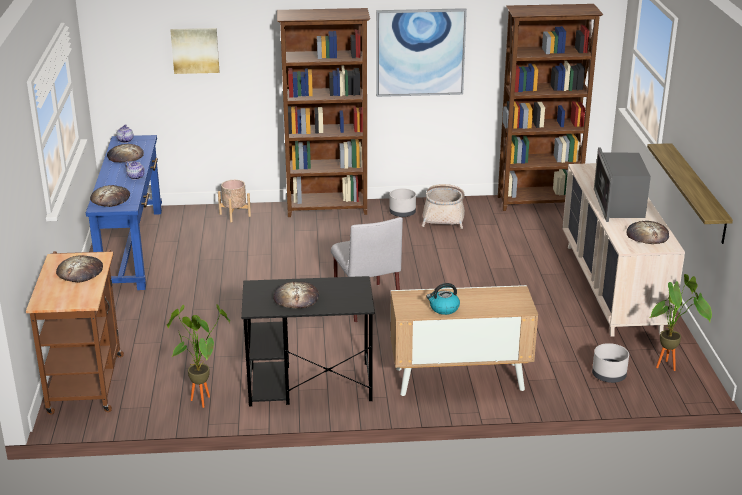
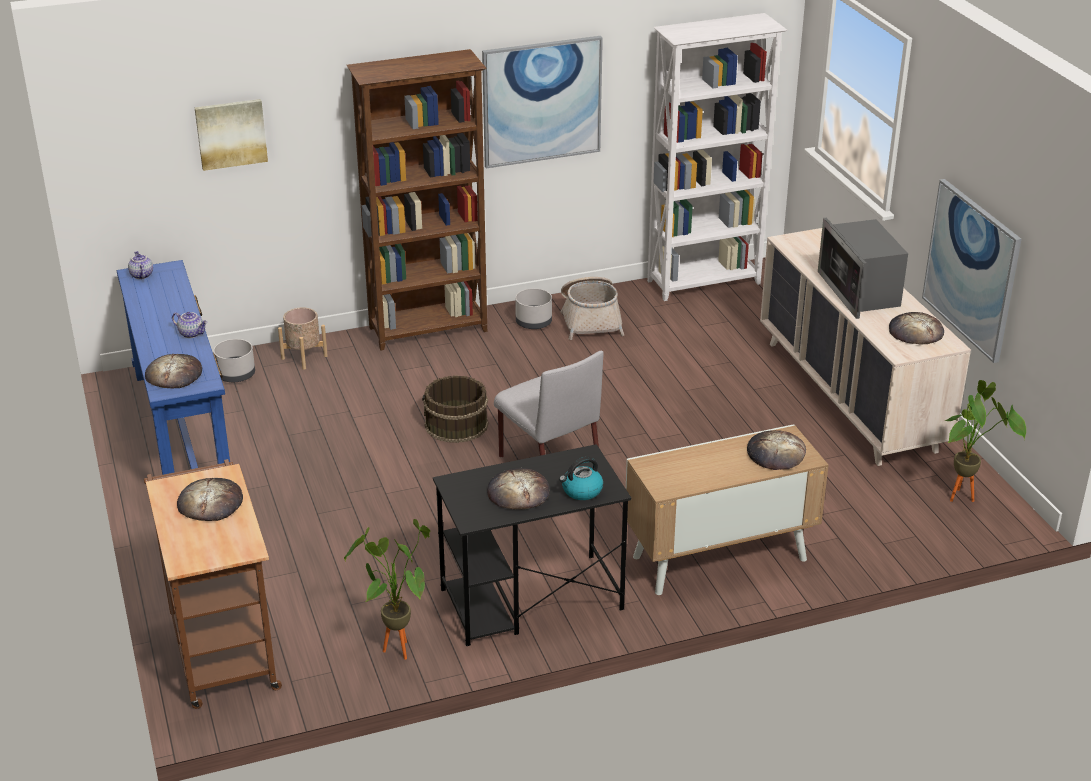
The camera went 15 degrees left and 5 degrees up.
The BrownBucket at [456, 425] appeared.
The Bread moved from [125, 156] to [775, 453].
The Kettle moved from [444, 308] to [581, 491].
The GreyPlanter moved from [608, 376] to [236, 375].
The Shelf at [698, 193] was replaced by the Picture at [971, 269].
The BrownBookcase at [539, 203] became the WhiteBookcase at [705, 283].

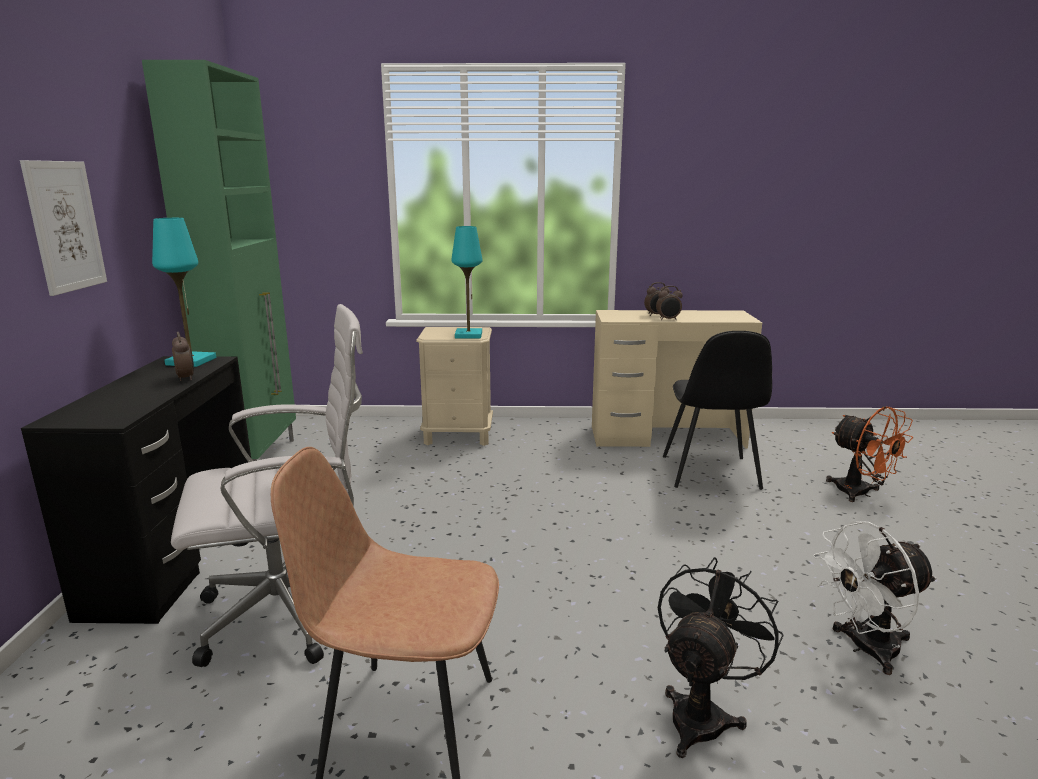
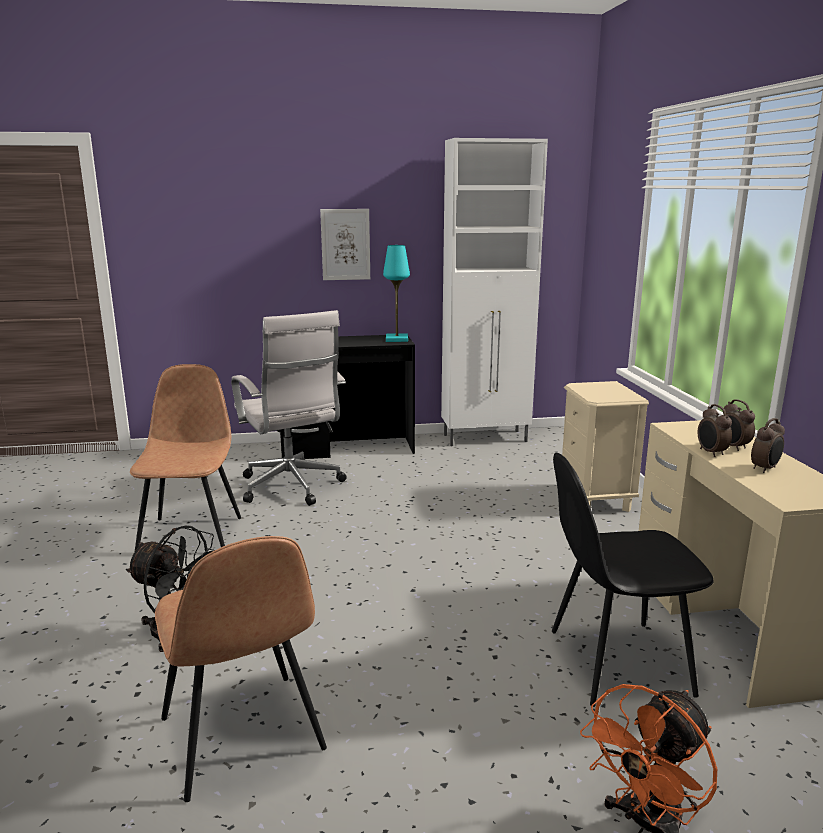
The camera went 80 degrees right and 0 degrees up.
The TurquoiseTableLamp at [468, 335] disappeared.
The AlarmClock moved from [186, 378] to [765, 469].
The WhiteFan at [864, 649] was replaced by the BrownChair at [242, 737].
The GreenCabinet at [258, 458] became the WhiteCabinet at [486, 438].

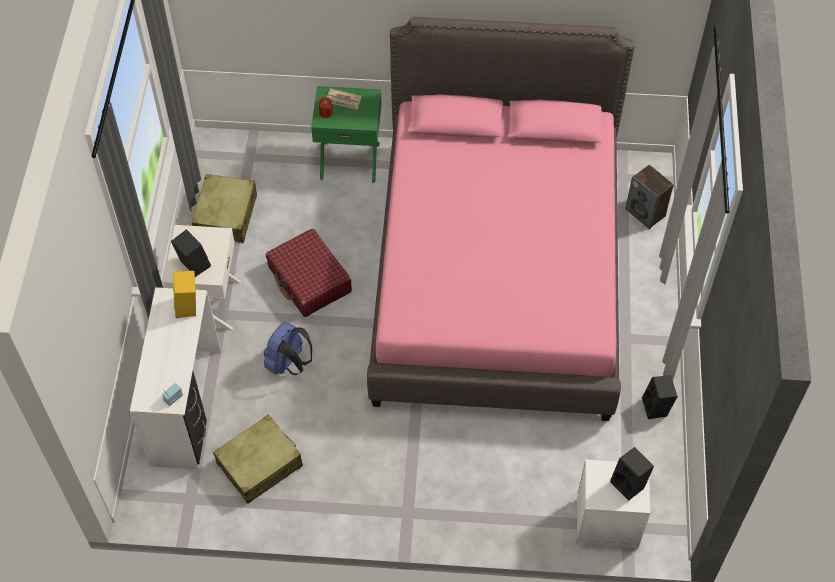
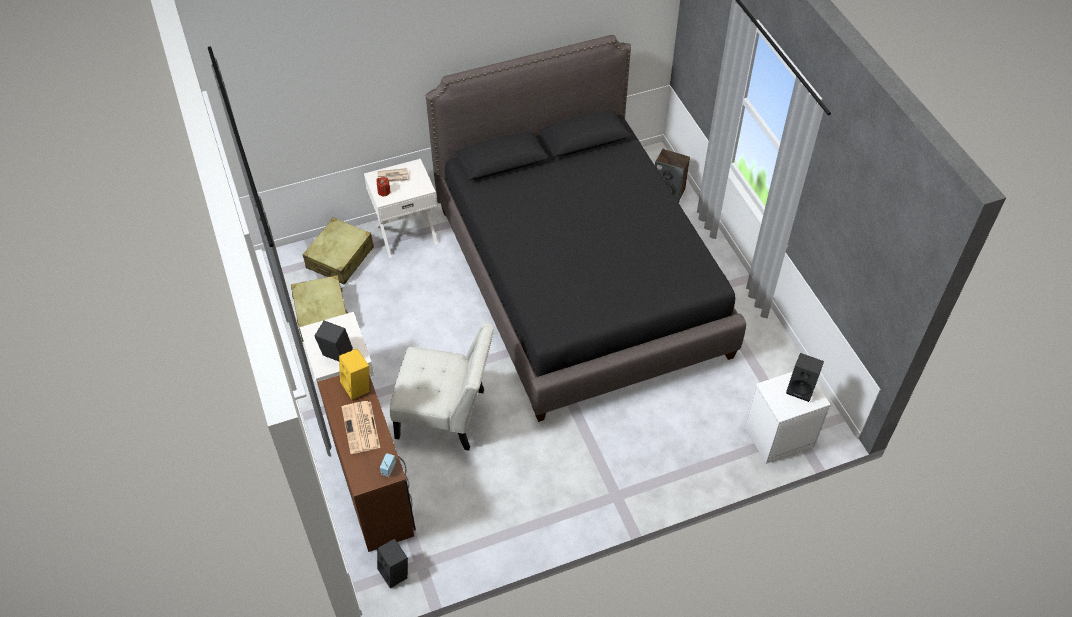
The camera went 25 degrees left and 5 degrees down.
The RedSuitcase at [309, 280] disappeared.
The Newspaper at [361, 428] appeared.
The BeigeSuitcase moved from [260, 465] to [340, 258].
The BlackSpeaker moved from [657, 408] to [395, 573].
The BlueBackpack at [289, 364] was replaced by the WhiteChair at [446, 415].
The WhiteDesk at [187, 407] became the BrownDesk at [375, 487].
The GreenNightstand at [350, 160] became the WhiteNightstand at [406, 233].
The PinkBed at [497, 274] became the BlackBed at [580, 279].

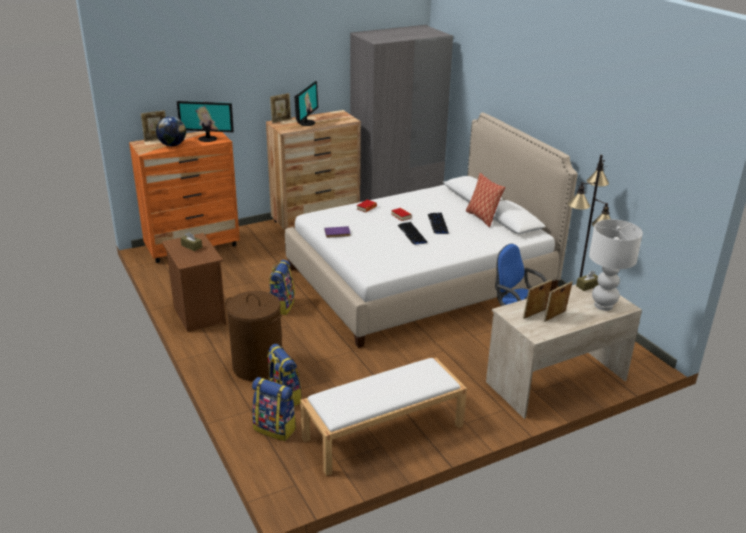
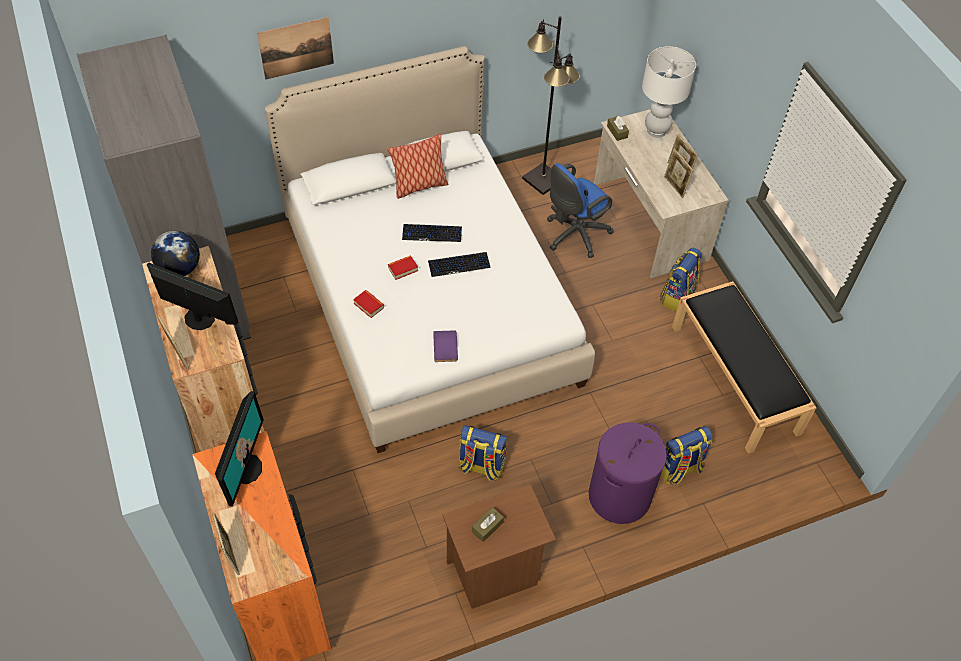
The camera went 85 degrees left and 25 degrees up.
The Picture at [296, 48] appeared.
The Globe moved from [172, 145] to [180, 268].
The Backpack moved from [275, 428] to [677, 296].
The BrownLaundryBasket at [257, 366] became the PurpleLaundryBasket at [619, 496].
The WhiteBench at [383, 432] became the BlackBench at [735, 379].

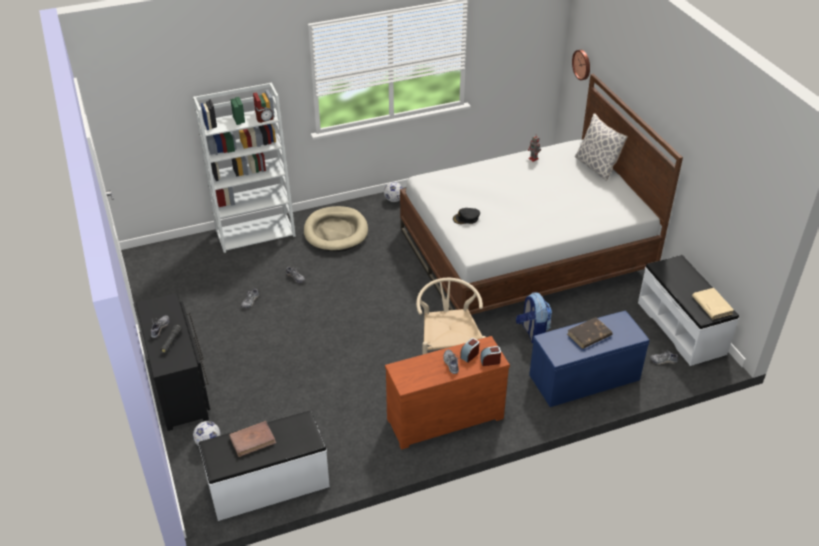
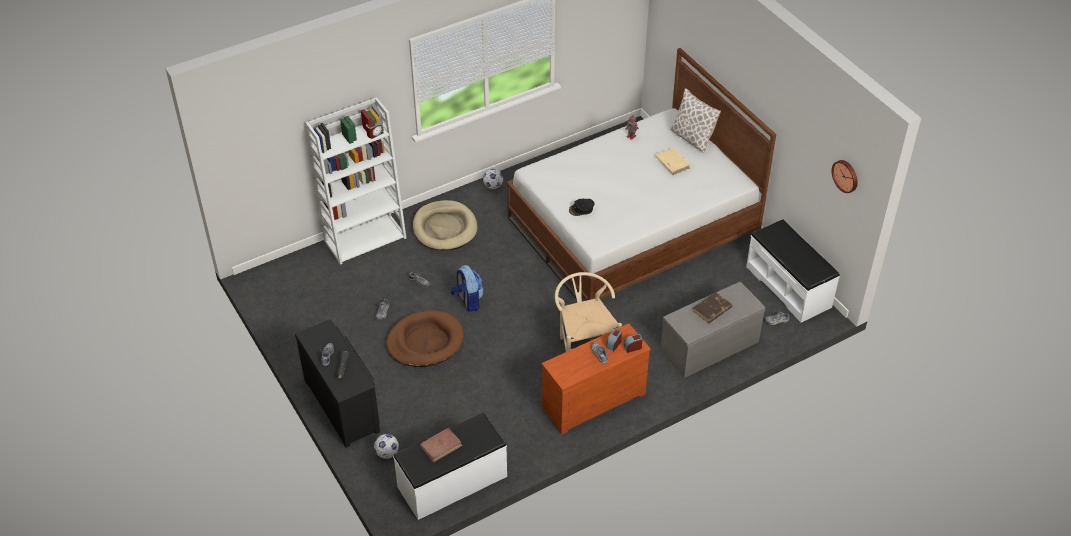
The camera went 10 degrees left and 5 degrees up.
The BrownDogBed at [425, 341] appeared.
The Backpack moved from [532, 332] to [468, 301].
The WallClock moved from [582, 64] to [846, 175].
The BeigeBook moved from [711, 305] to [672, 162].
The BlueBench at [584, 378] became the GreyBench at [709, 347].

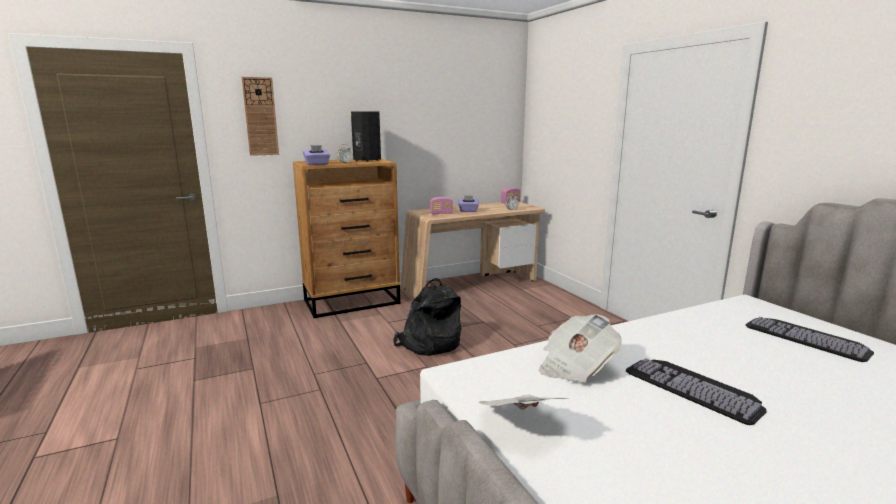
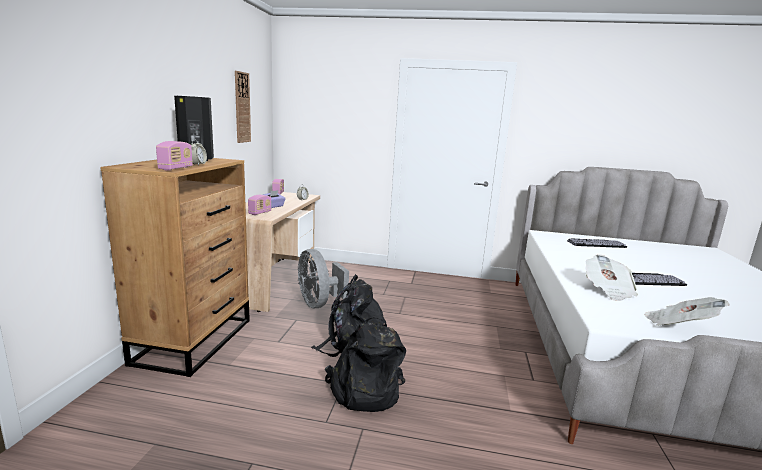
The camera went 55 degrees left and 0 degrees up.
The GreyFan at [319, 303] appeared.
The BlackBackpack at [364, 391] appeared.
The WallClock moved from [260, 116] to [242, 107].
The PurpleTissueBox at [317, 164] was replaced by the Radio at [176, 168].

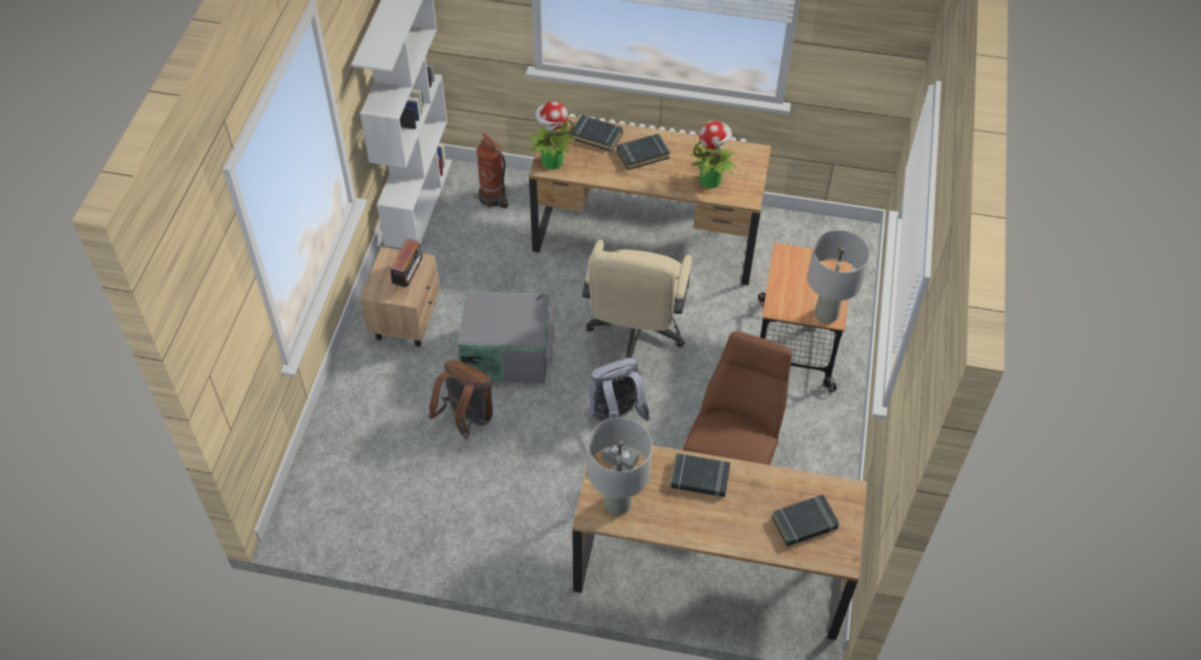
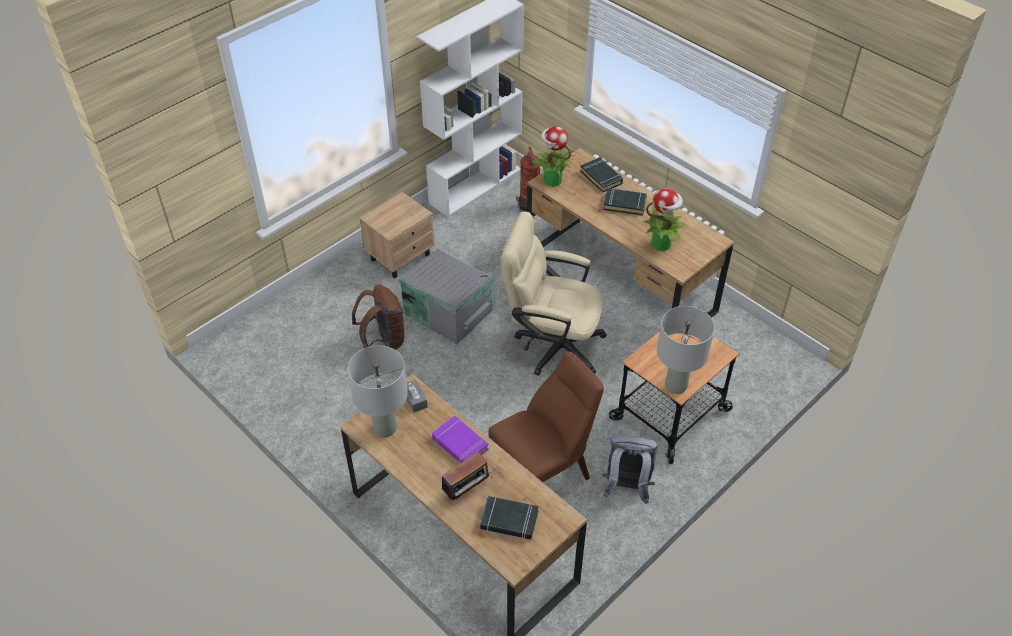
The camera went 35 degrees right and 5 degrees down.
The Radio moved from [409, 277] to [467, 490].
The GreyBackpack moved from [616, 416] to [626, 488].
The BlackBook at [699, 478] became the PurpleBook at [459, 444].
The BeigeOfficeChair at [635, 334] turned 60 degrees clockwise.

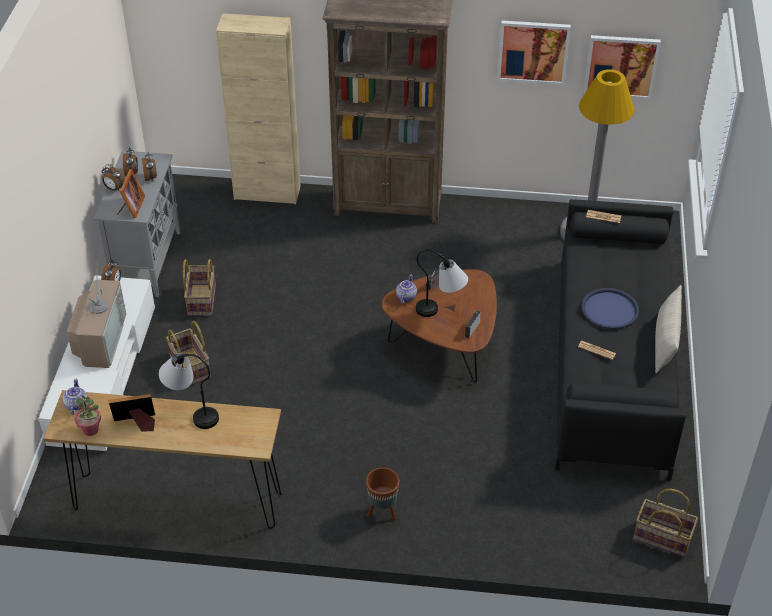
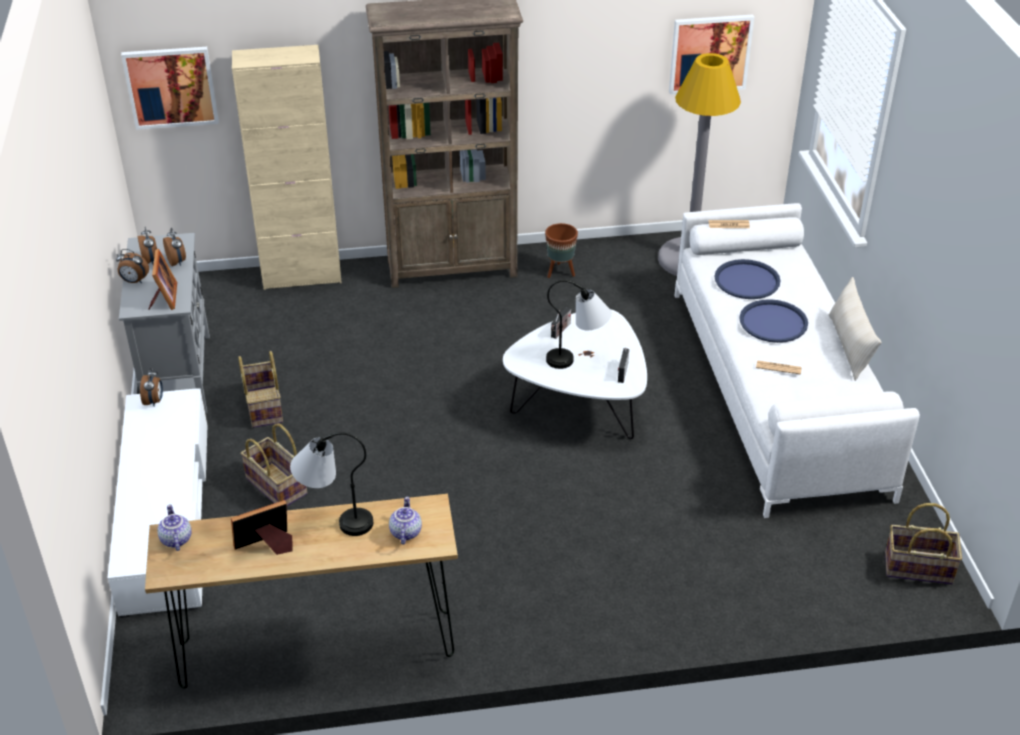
The camera went 15 degrees left and 5 degrees down.
The Television at [100, 338] disappeared.
The PottedPlant at [91, 430] disappeared.
The BlueTray at [747, 280] appeared.
The BrownPlanter moved from [382, 511] to [560, 272].
The Teapot moved from [405, 296] to [405, 532].
The Picture moved from [533, 51] to [171, 87].
The BrownCoffeeTable at [445, 346] became the WhiteCoffeeTable at [580, 406].
The BlackSofa at [611, 363] became the WhiteSofa at [776, 390].

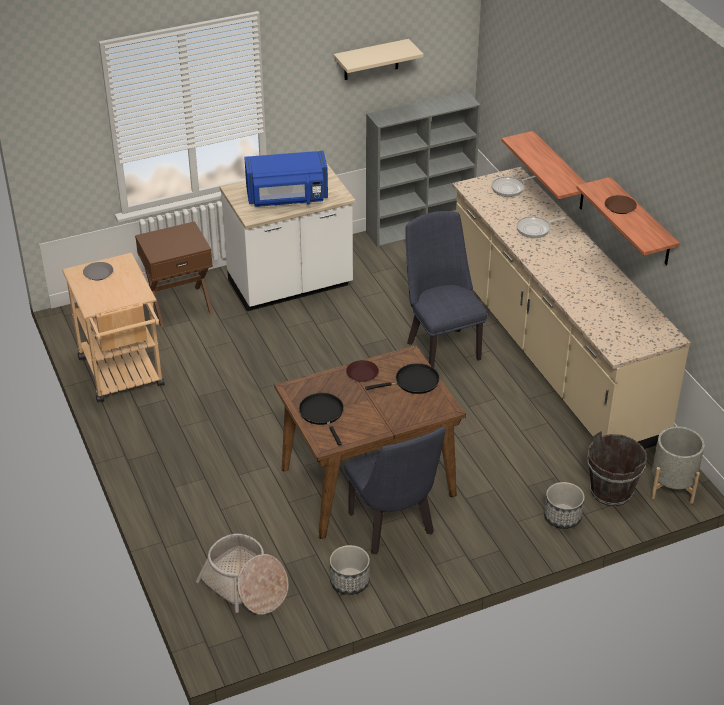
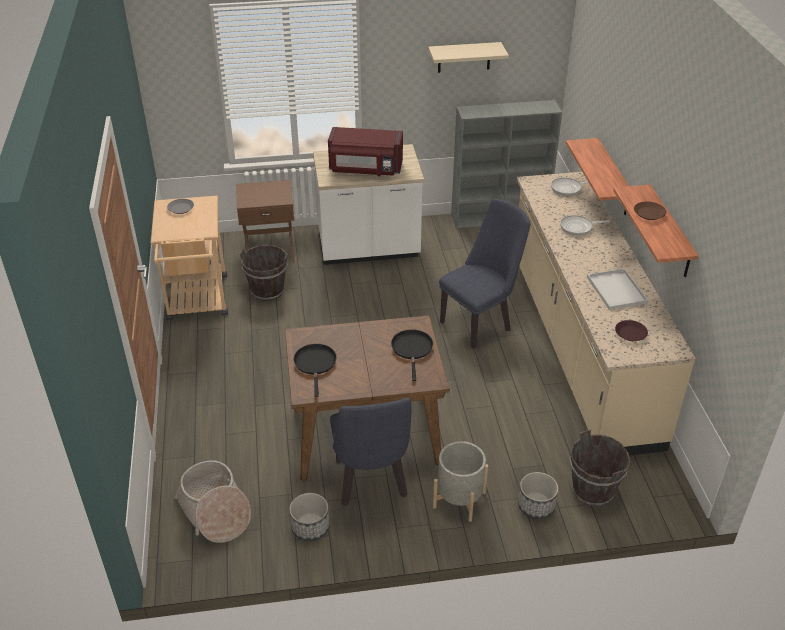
The camera went 15 degrees right and 0 degrees up.
The BrownBucket at [267, 291] appeared.
The WhiteTray at [615, 289] appeared.
The BrownPlate moved from [362, 374] to [630, 333].
The GreyPlanter moved from [672, 486] to [459, 500].
The BlueMicrowave at [287, 198] became the RedMicrowave at [365, 169].
The BlackFryingPan at [413, 382] turned 90 degrees counterclockwise.
The BlueChair at [441, 346] turned 60 degrees clockwise.

